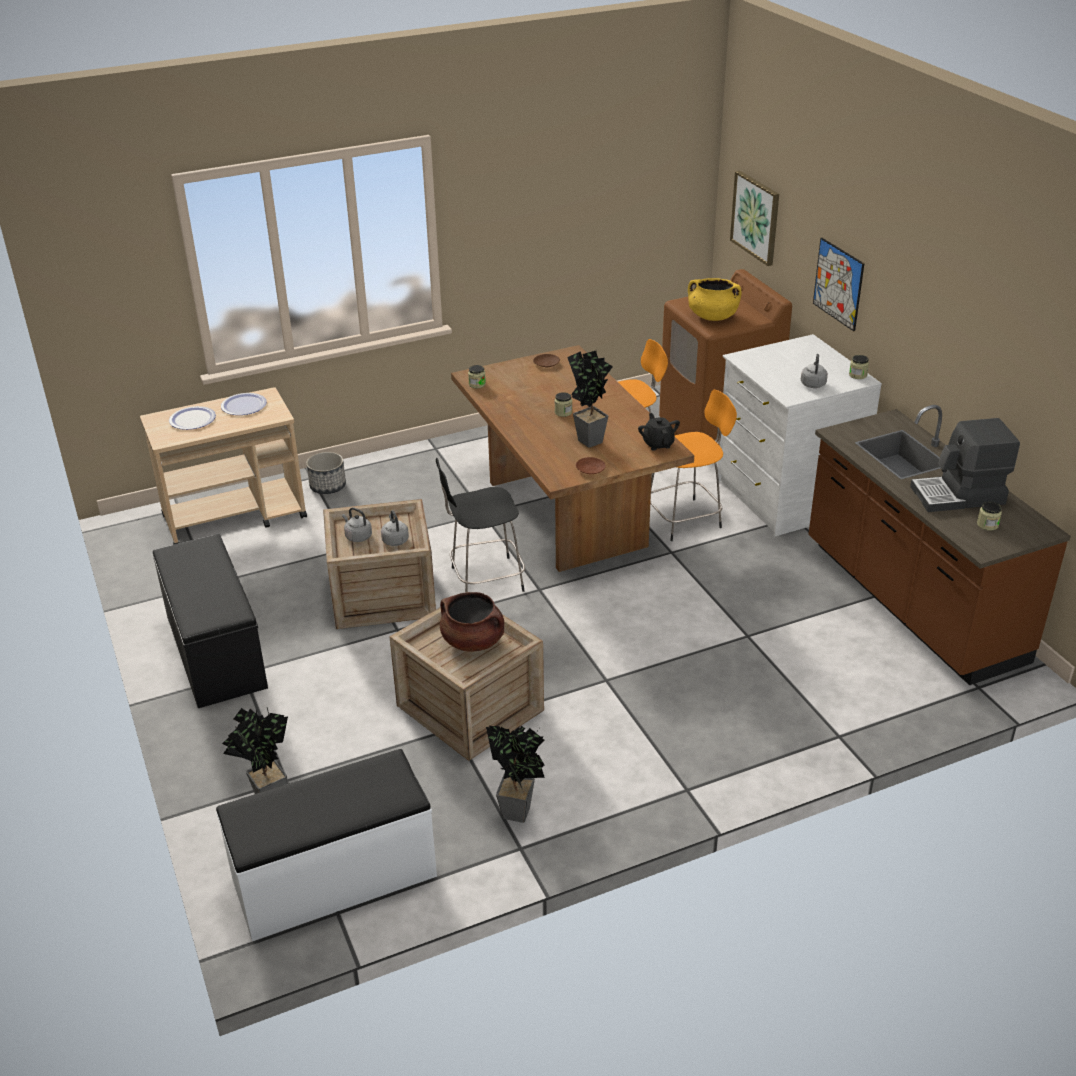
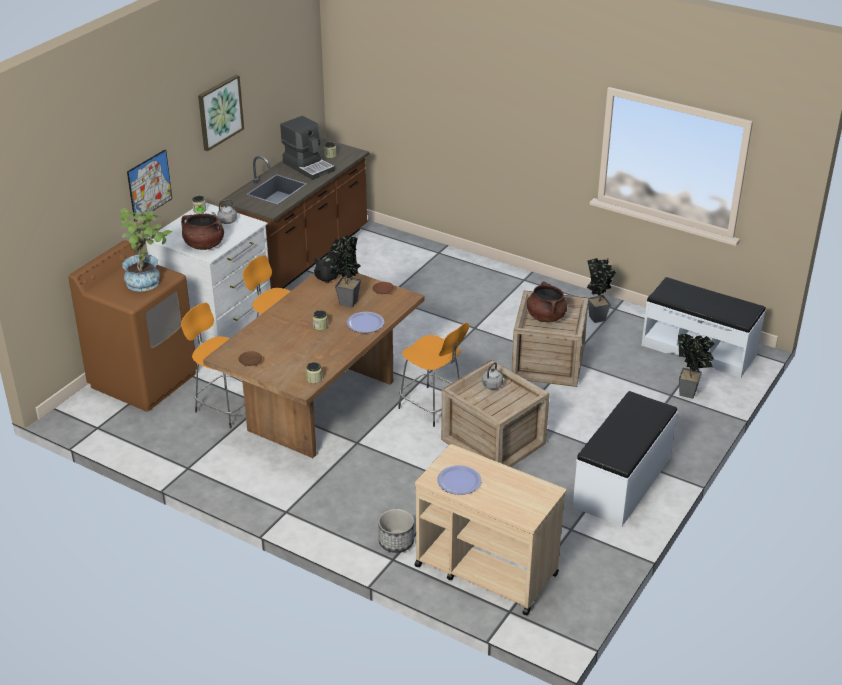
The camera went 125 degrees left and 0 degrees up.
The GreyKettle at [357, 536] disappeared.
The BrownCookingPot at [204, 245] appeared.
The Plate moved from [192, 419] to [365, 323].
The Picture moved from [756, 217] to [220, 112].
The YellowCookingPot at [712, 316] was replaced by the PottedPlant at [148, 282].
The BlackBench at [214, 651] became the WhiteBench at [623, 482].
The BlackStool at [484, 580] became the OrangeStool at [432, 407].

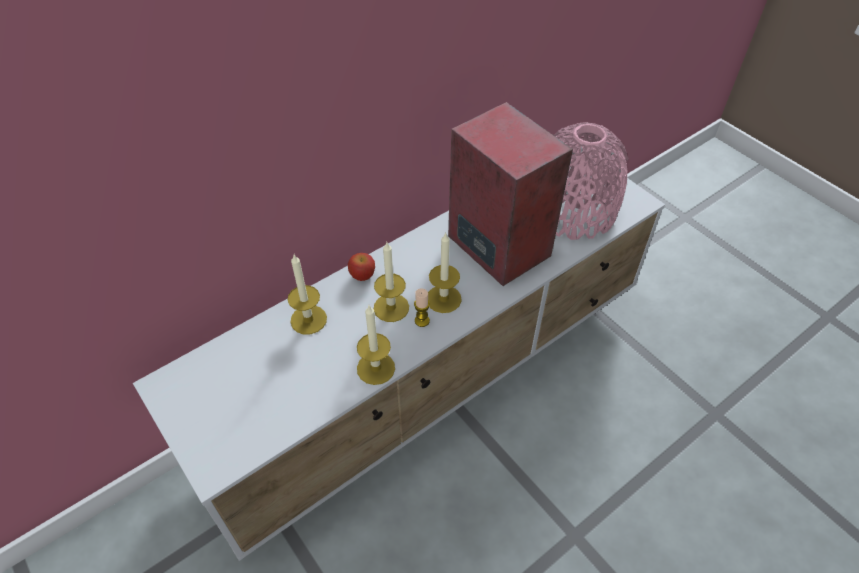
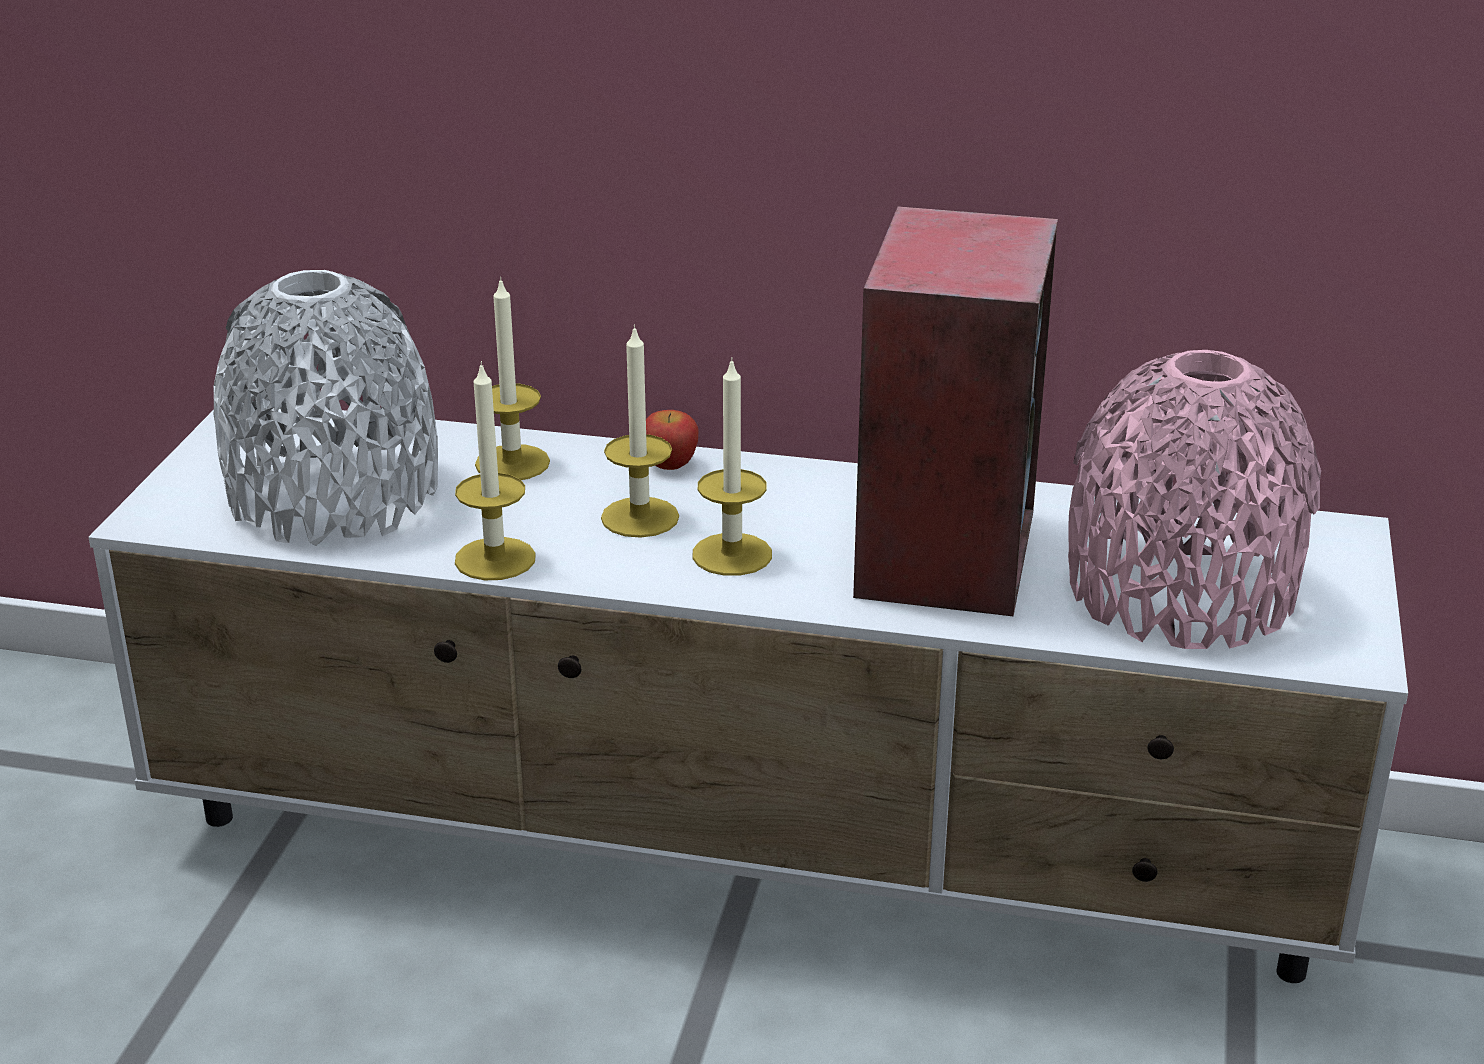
The camera went 50 degrees right and 20 degrees down.
The Candle at [422, 321] disappeared.
The GreyVase at [334, 496] appeared.

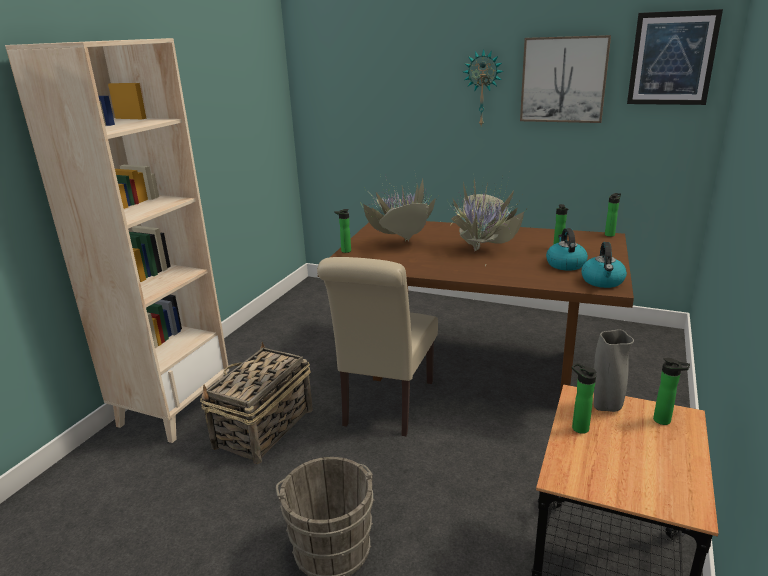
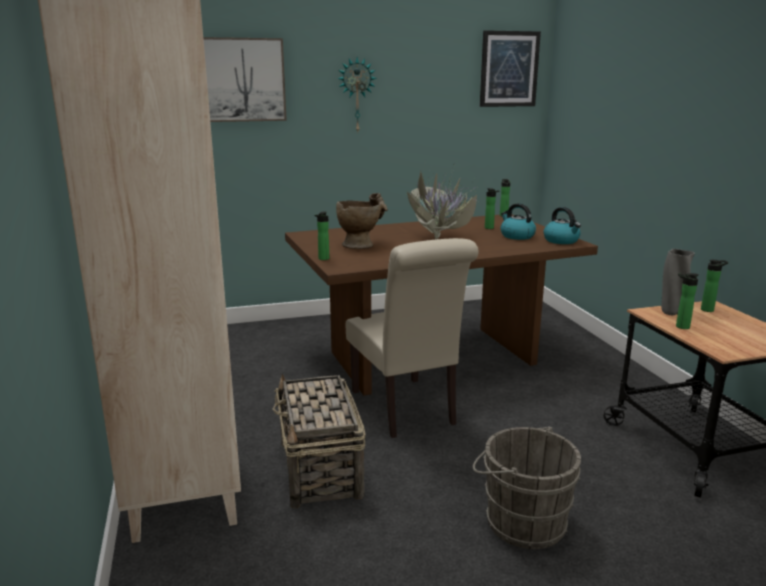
The camera went 40 degrees left and 5 degrees down.
The Picture moved from [563, 80] to [244, 80].
The PottedPlant at [401, 243] was replaced by the BeigeVase at [361, 245].

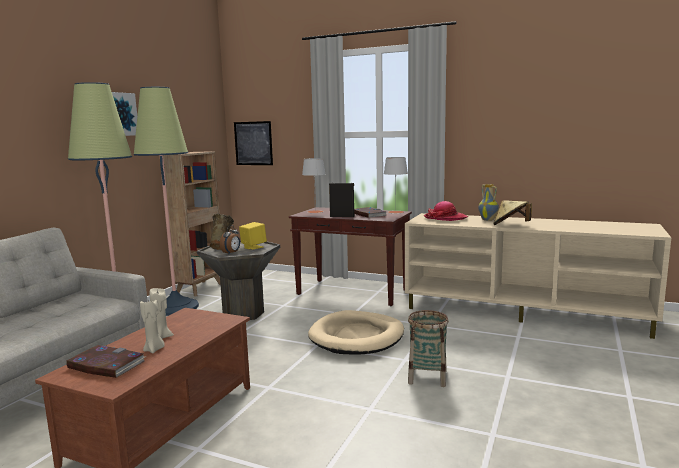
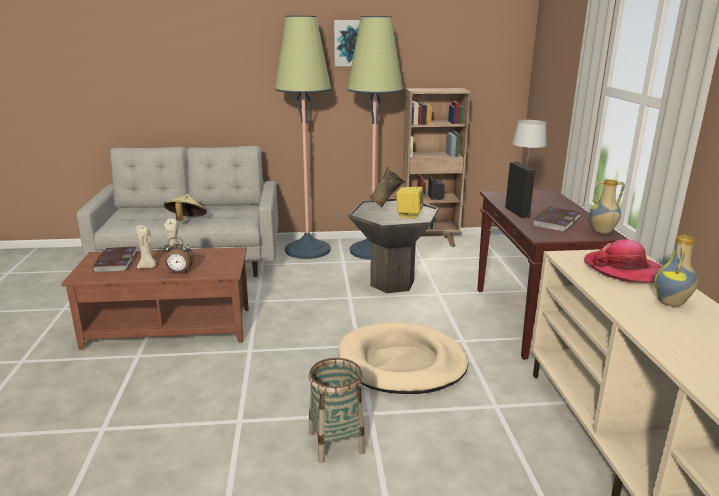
The camera went 60 degrees right and 10 degrees up.
The Picture at [253, 143] disappeared.
The AlarmClock moved from [231, 253] to [179, 272].
The BeigeHat moved from [510, 225] to [186, 221].
The GreyTableLamp at [395, 212] was replaced by the Vase at [602, 232].

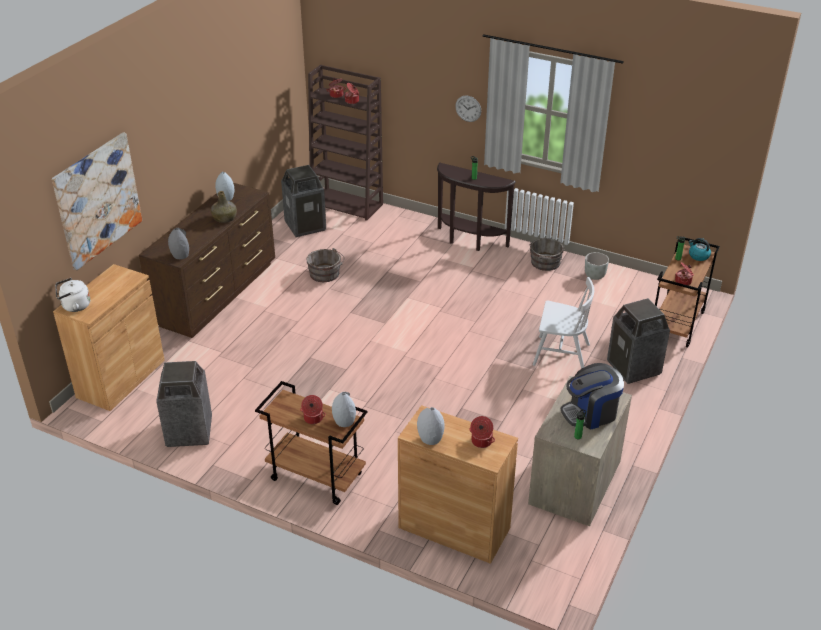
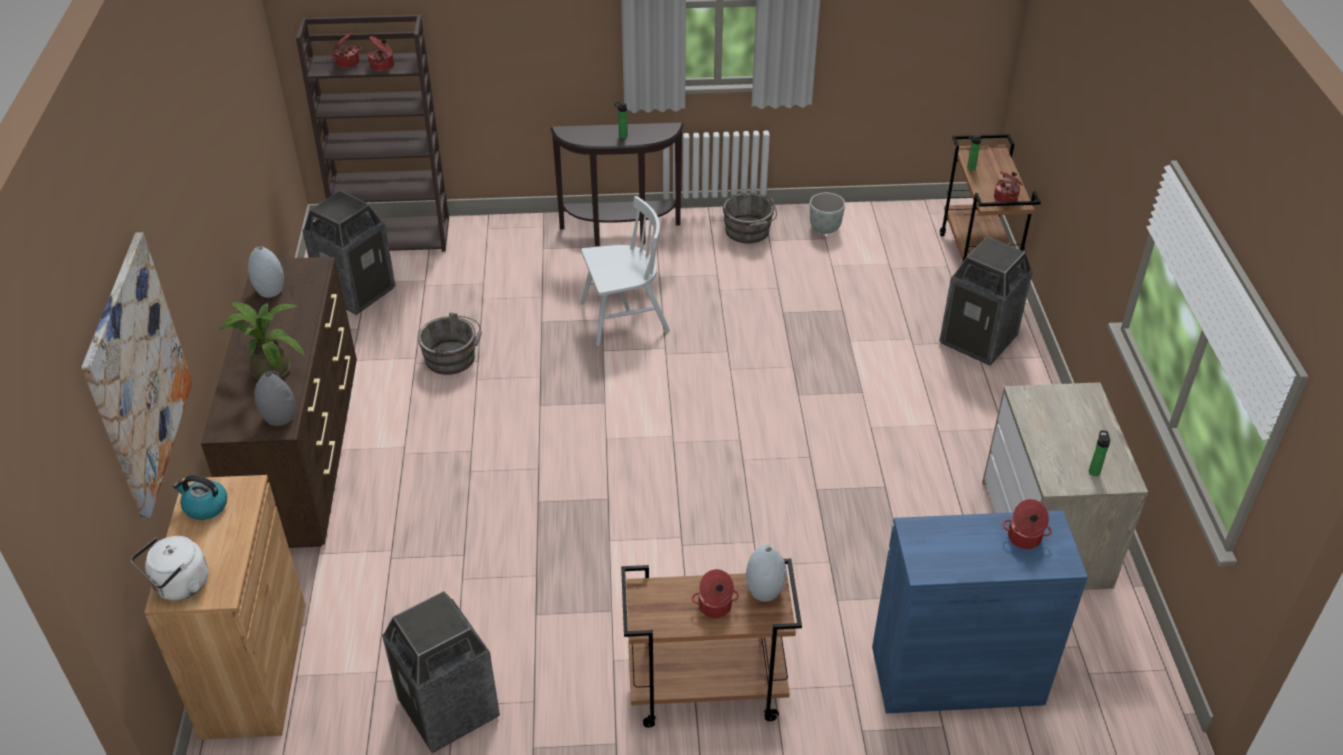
The camera went 30 degrees left and 5 degrees up.
The GreenBottle at [224, 218] disappeared.
The GreyVase at [431, 439] disappeared.
The WallClock at [468, 108] disappeared.
The CoffeeMachine at [590, 413] disappeared.
The PottedPlant at [270, 367] appeared.
The WhiteChair moved from [561, 354] to [624, 318].
The Kettle moved from [698, 256] to [205, 506].
The BrownCabinet at [454, 528] became the BlueCabinet at [957, 675].

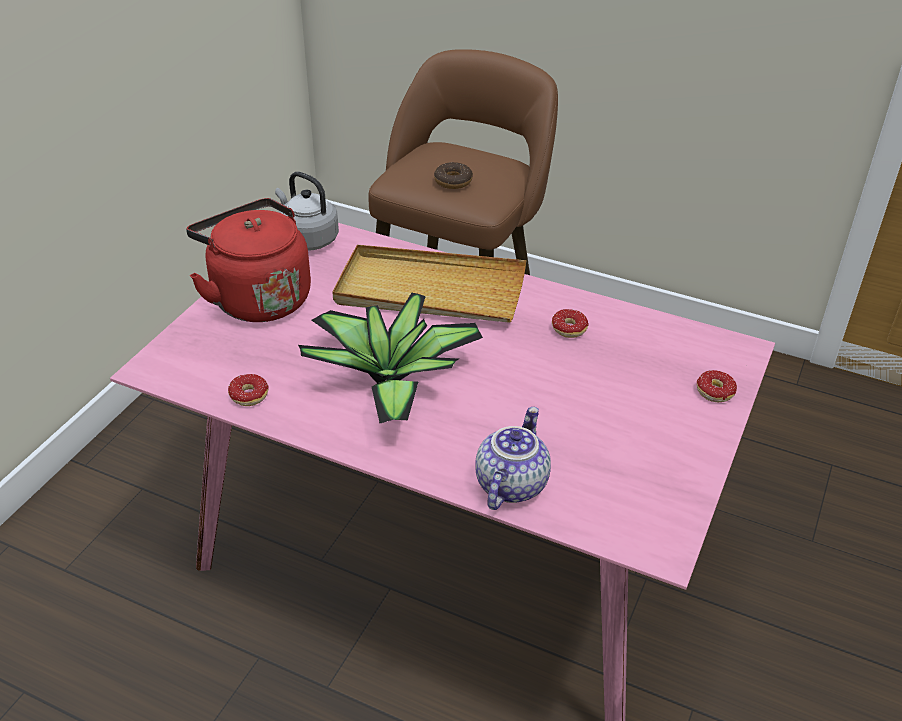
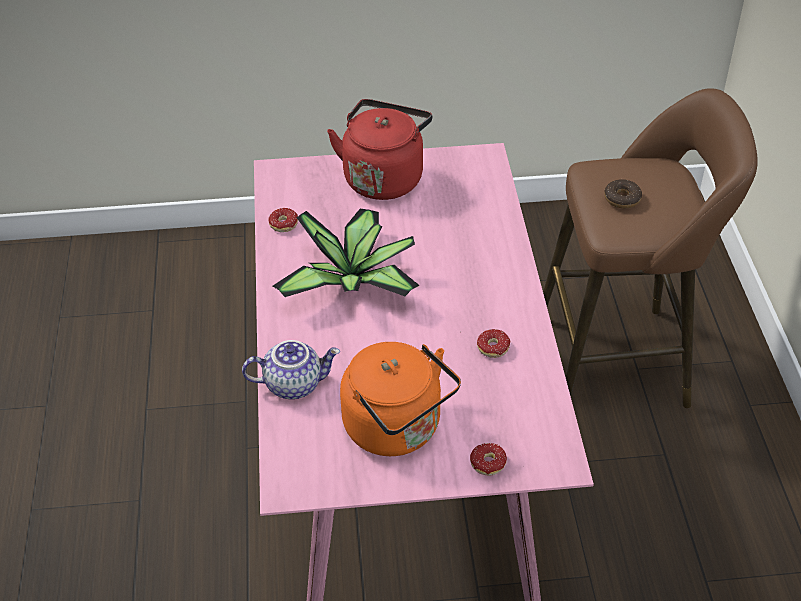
The camera went 60 degrees right and 5 degrees up.
The GreyKettle at [307, 239] disappeared.
The BeigeTray at [429, 291] disappeared.
The OrangeKettle at [397, 429] appeared.

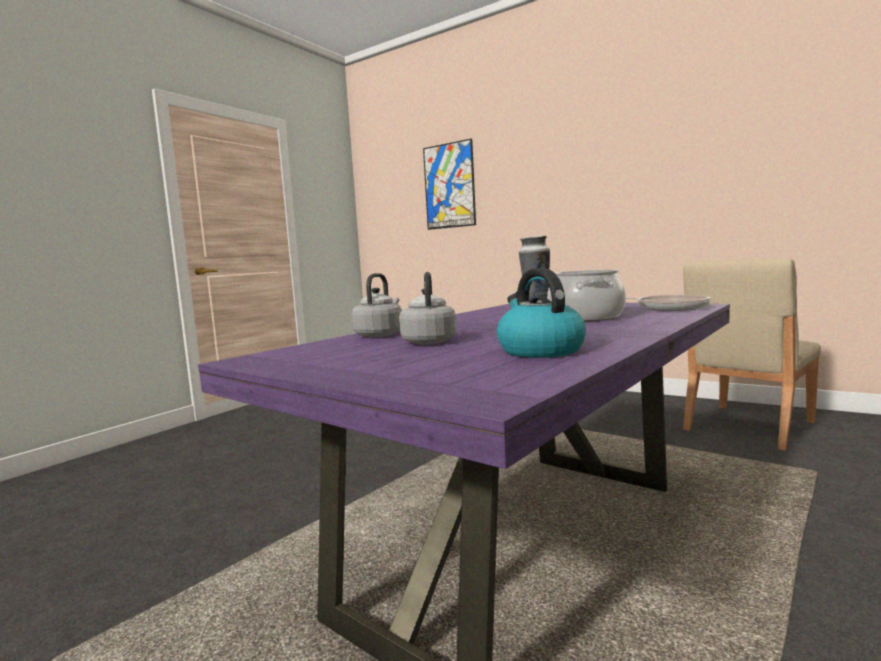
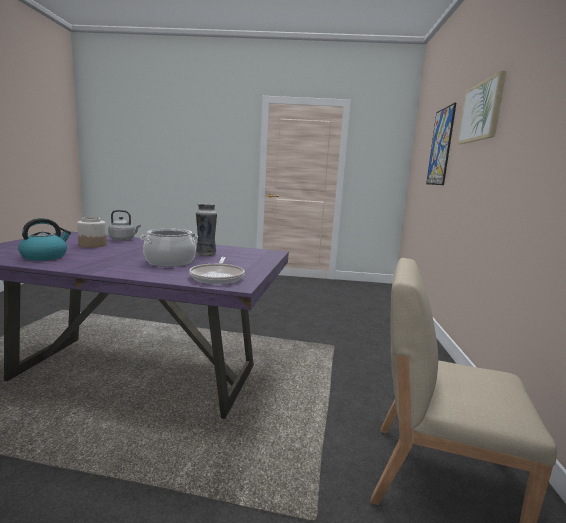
The camera went 60 degrees right and 5 degrees up.
The Picture at [481, 112] appeared.
The GreyKettle at [429, 341] was replaced by the Jar at [93, 245].

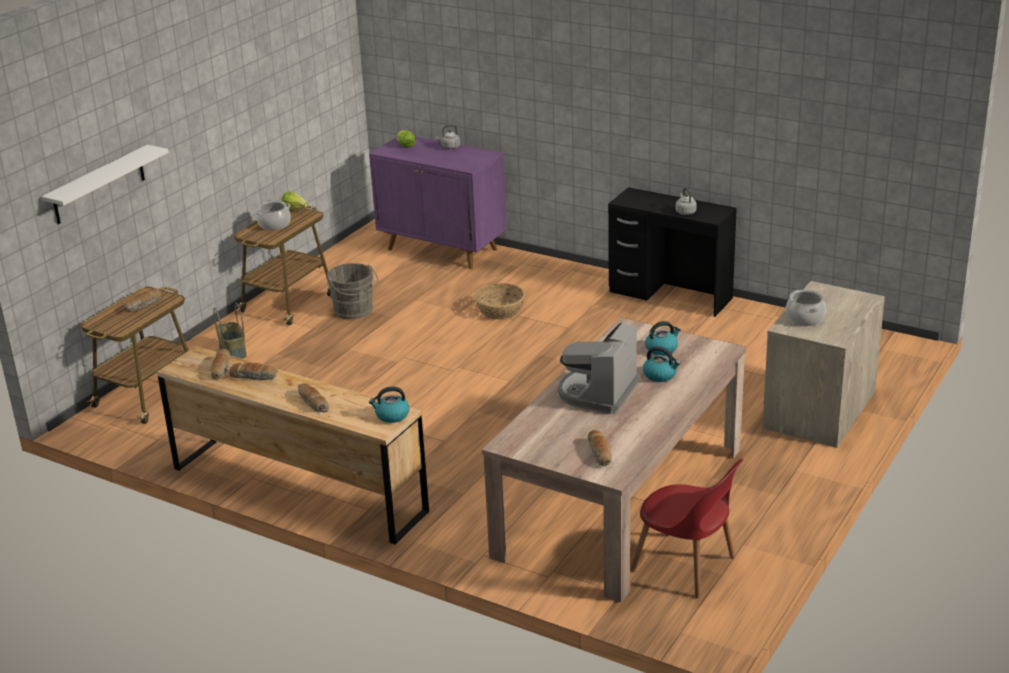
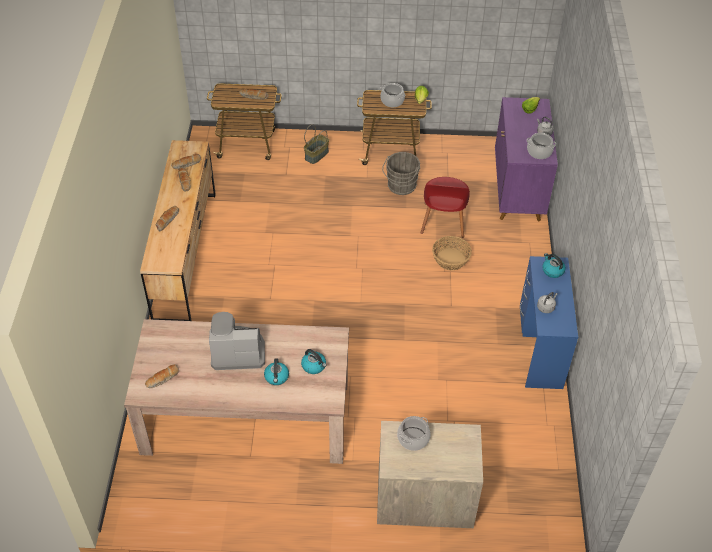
The camera went 60 degrees right and 20 degrees up.
The WhiteShelf at [99, 185] disappeared.
The CookingPot at [539, 152] appeared.
The Kettle moved from [391, 416] to [552, 270].
The RedChair moved from [687, 566] to [443, 222].
The BlackDesk at [670, 295] became the BlueDesk at [540, 348].

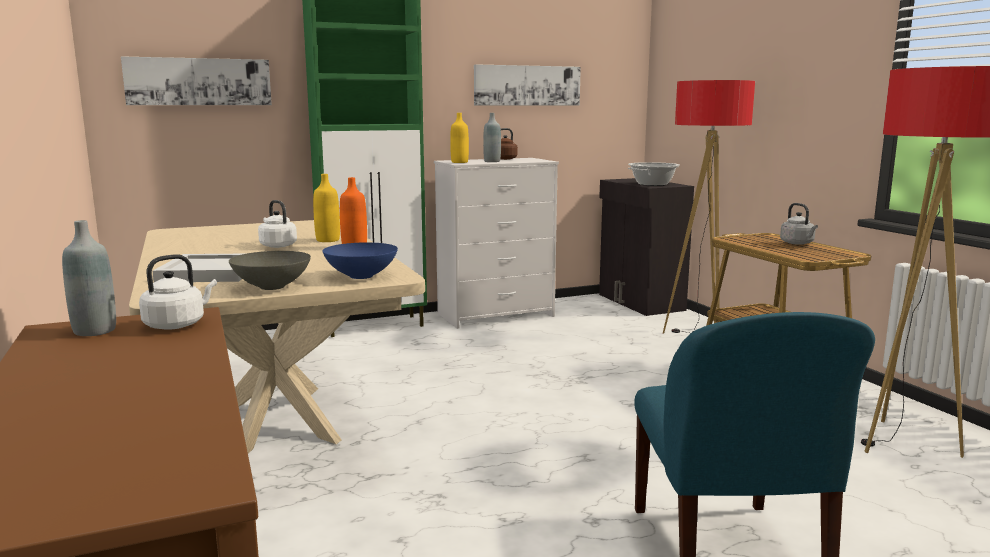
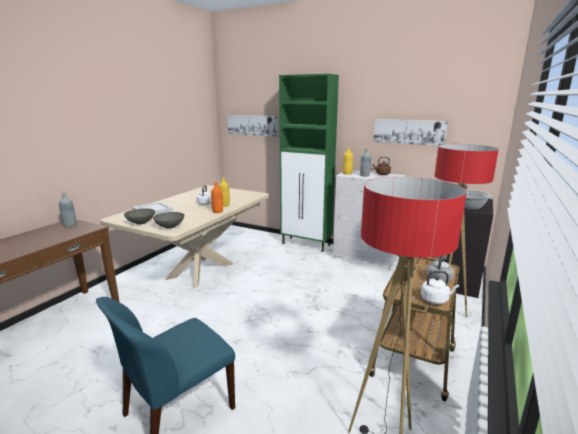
The camera went 50 degrees right and 5 degrees up.
The WhiteKettle moved from [177, 324] to [436, 299].
The BlueBowl at [360, 276] became the GreyBowl at [169, 227].

